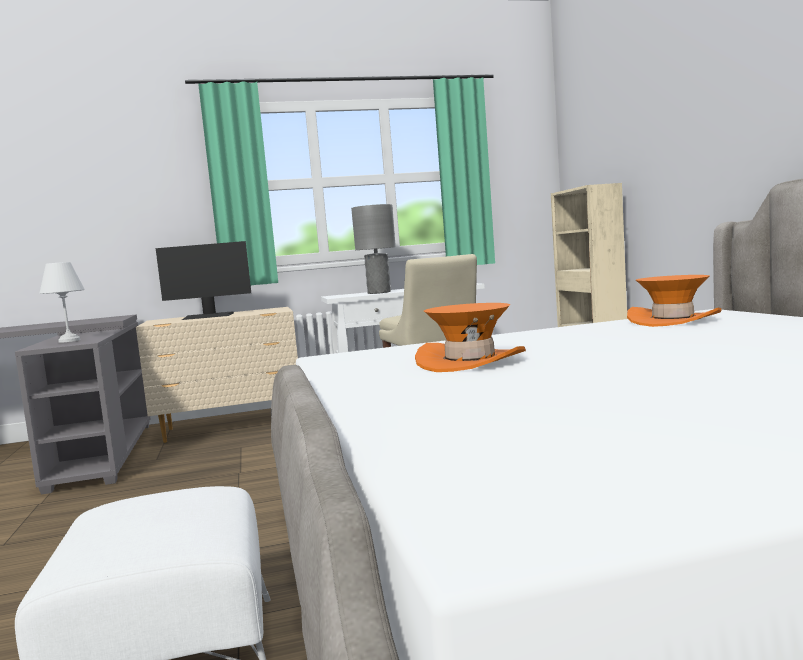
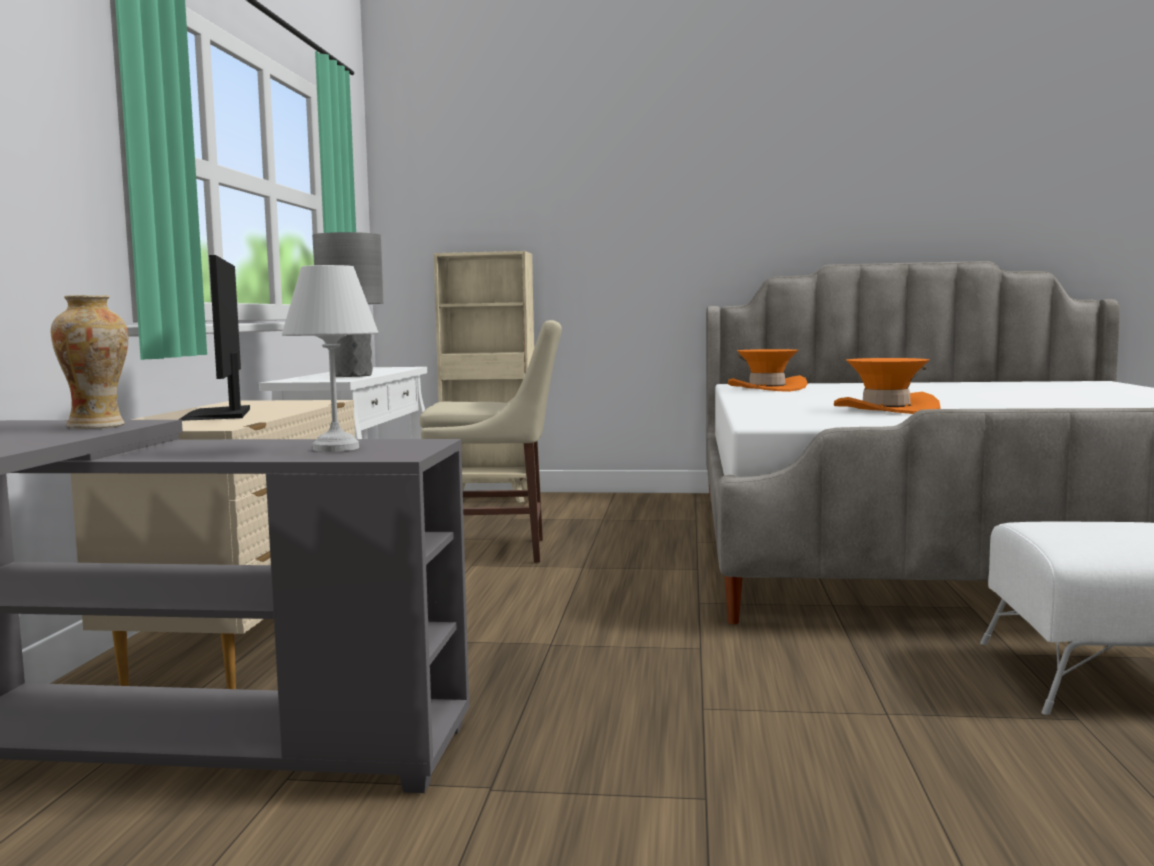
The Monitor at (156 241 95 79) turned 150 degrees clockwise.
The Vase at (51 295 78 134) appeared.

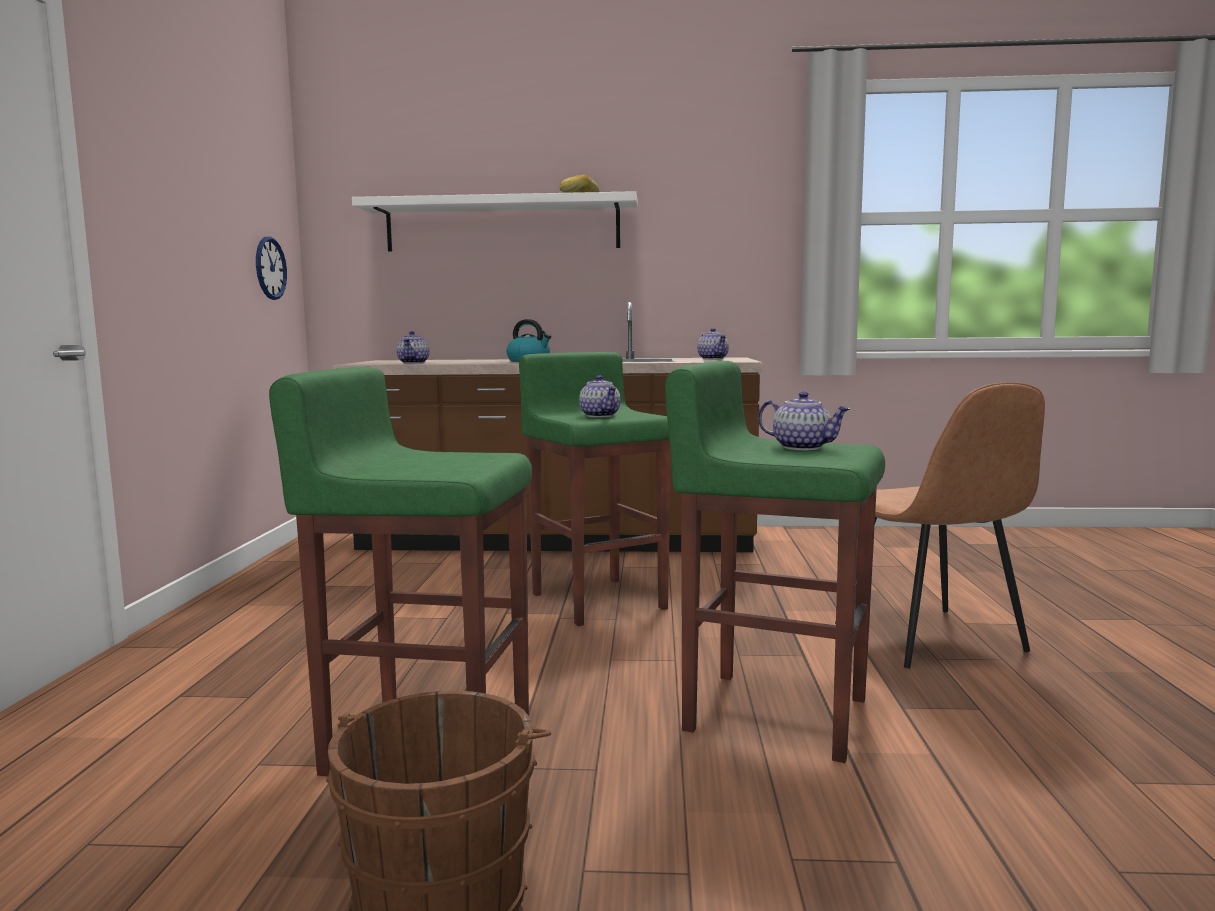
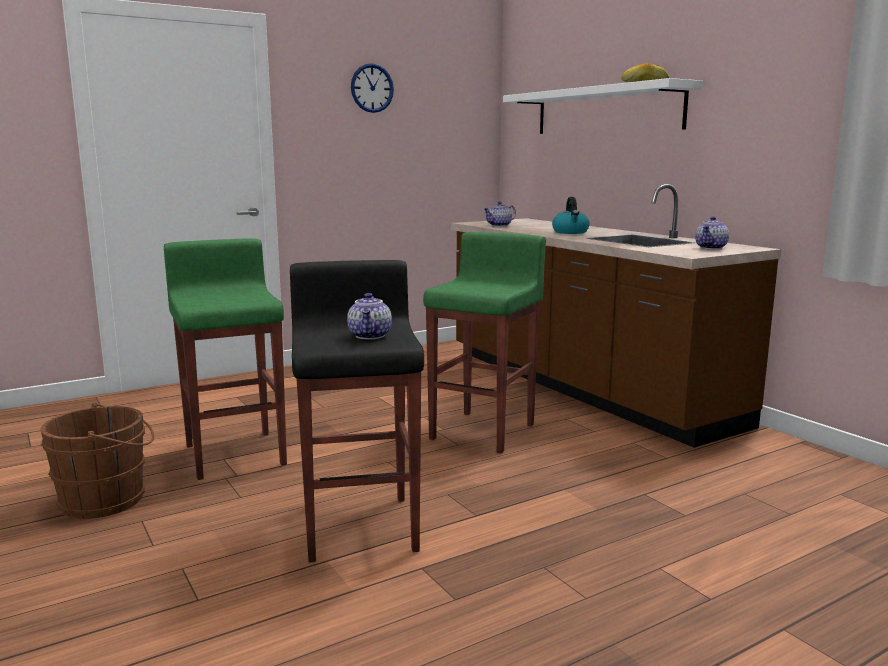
The WallClock moved from (256 236 31 64) to (351 63 43 50).
The GreenStool at (665 361 220 402) became the BlackStool at (290 260 134 303).
The Teapot at (579 375 42 42) disappeared.
The BrownChair at (835 382 210 286) disappeared.

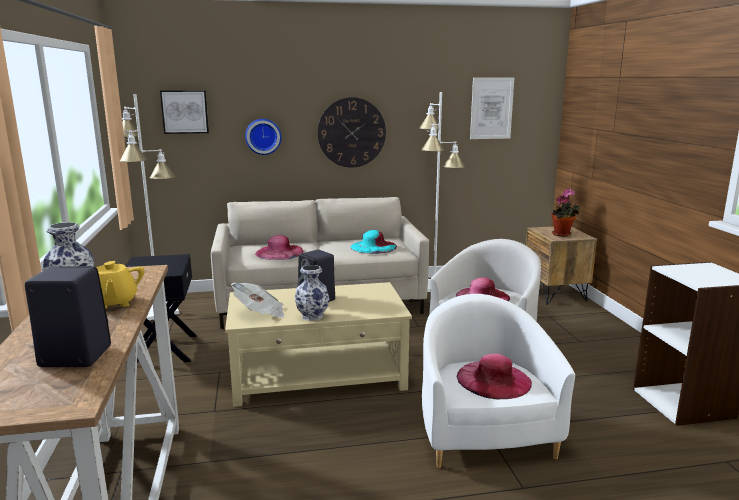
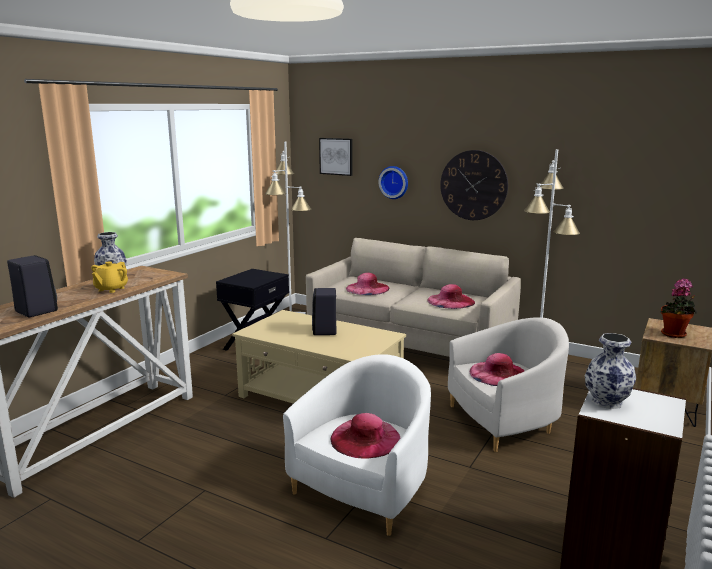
The Picture at (470 77 45 62) disappeared.
The TurquoiseHat at (351 230 46 24) became the PinkHat at (427 284 48 25).
The Vase moved from (295 265 34 56) to (585 333 51 76).
The Newspaper at (231 283 53 35) disappeared.

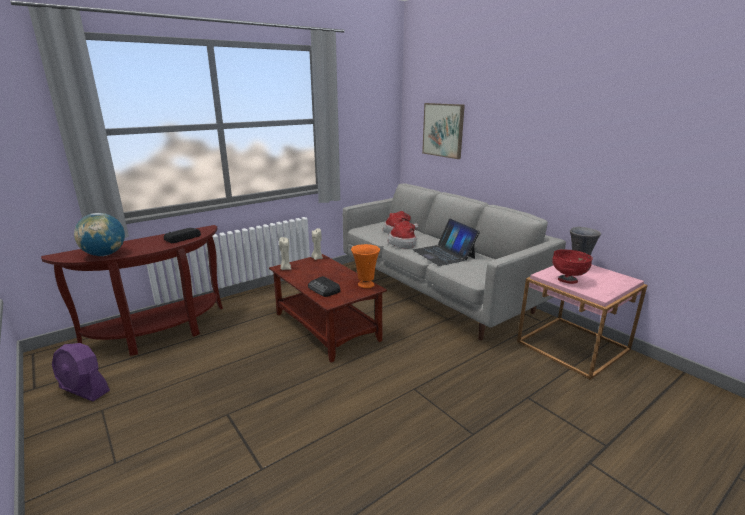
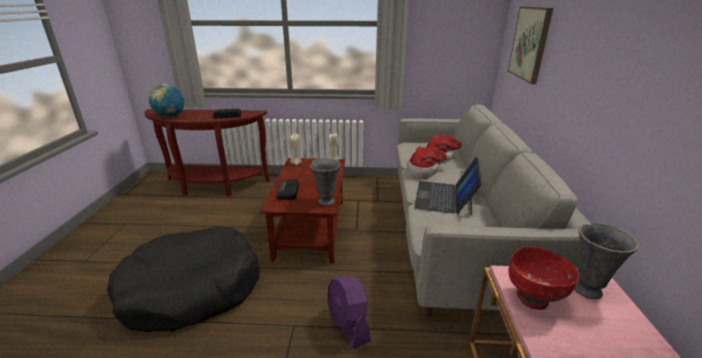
The OrangeVase at (351 244 29 44) became the GreyVase at (310 158 31 48).
The PurpleFan moved from (52 343 58 58) to (328 276 43 73).
The BlackDogBed at (107 226 153 106) appeared.

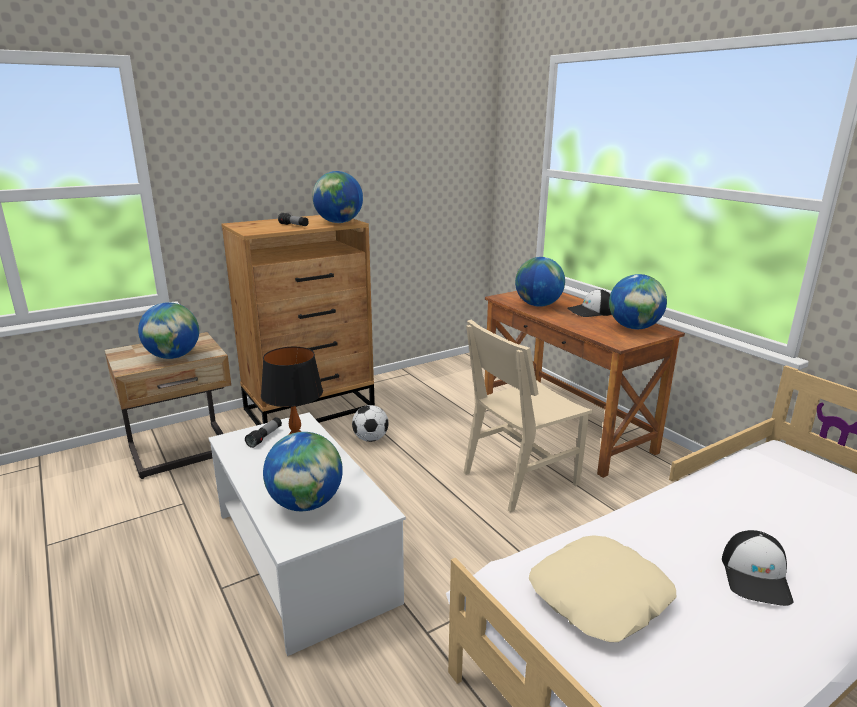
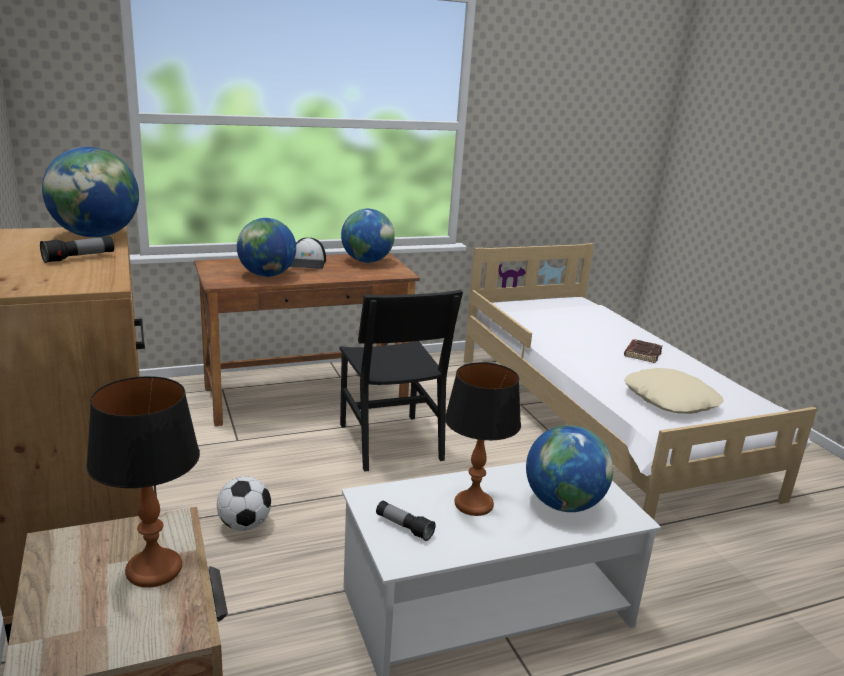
The Globe at (138 302 61 57) was replaced by the TableLamp at (86 376 114 212).
The BeigeChair at (464 320 129 193) became the BlackChair at (339 290 124 182).
The Cap at (722 530 72 76) was replaced by the BrownBook at (624 339 39 24).

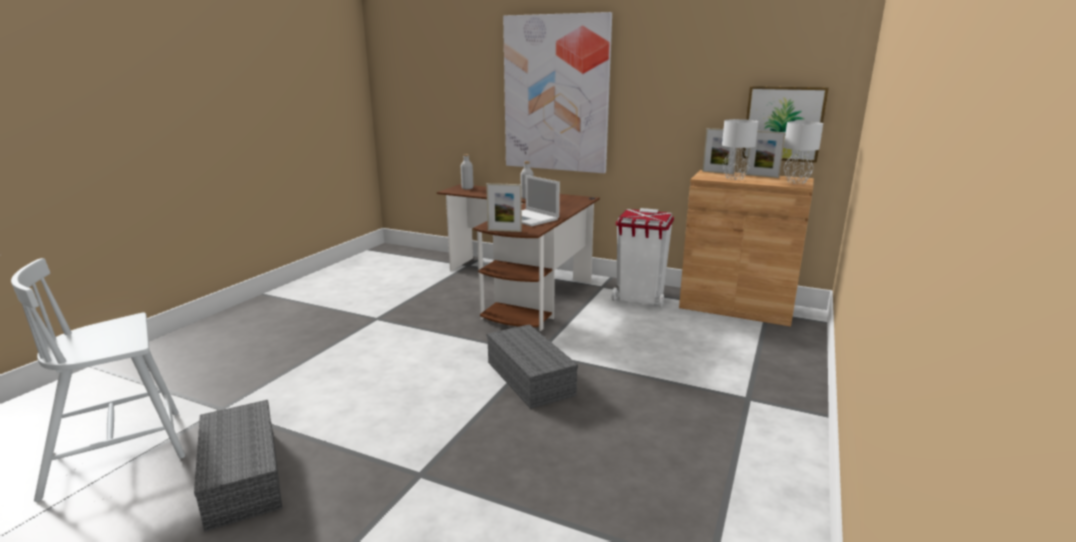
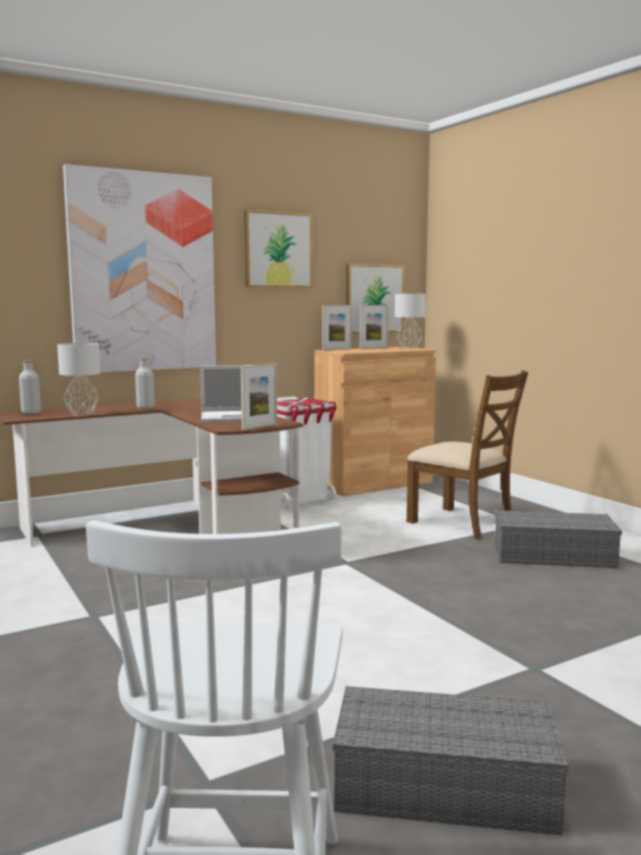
The GreyTableLamp moved from (722 119 37 61) to (57 343 44 72).
The GreyStorageBox moved from (487 324 91 85) to (495 510 127 58).
The Picture at (244 209 69 79) appeared.
The BrownChair at (407 370 121 170) appeared.

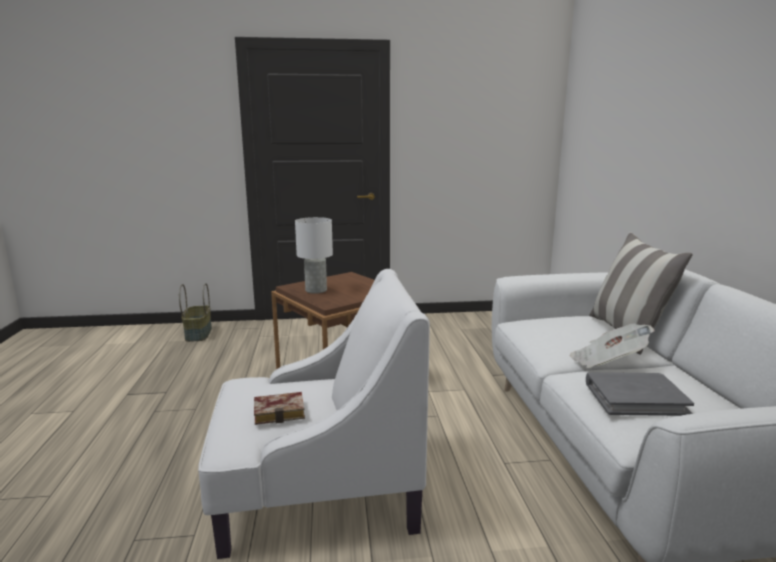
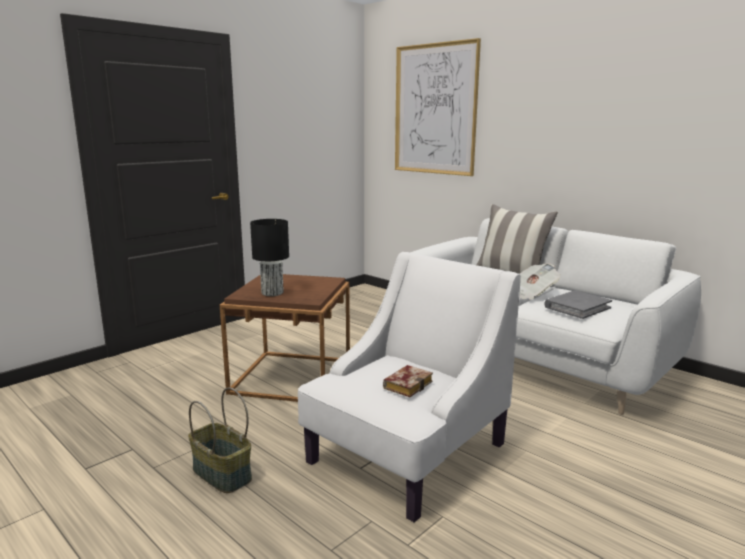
The WhiteTableLamp at (295 217 38 77) became the BlackTableLamp at (250 219 39 77).
The Basket moved from (179 283 33 59) to (188 387 64 106).
The Picture at (395 38 86 138) appeared.

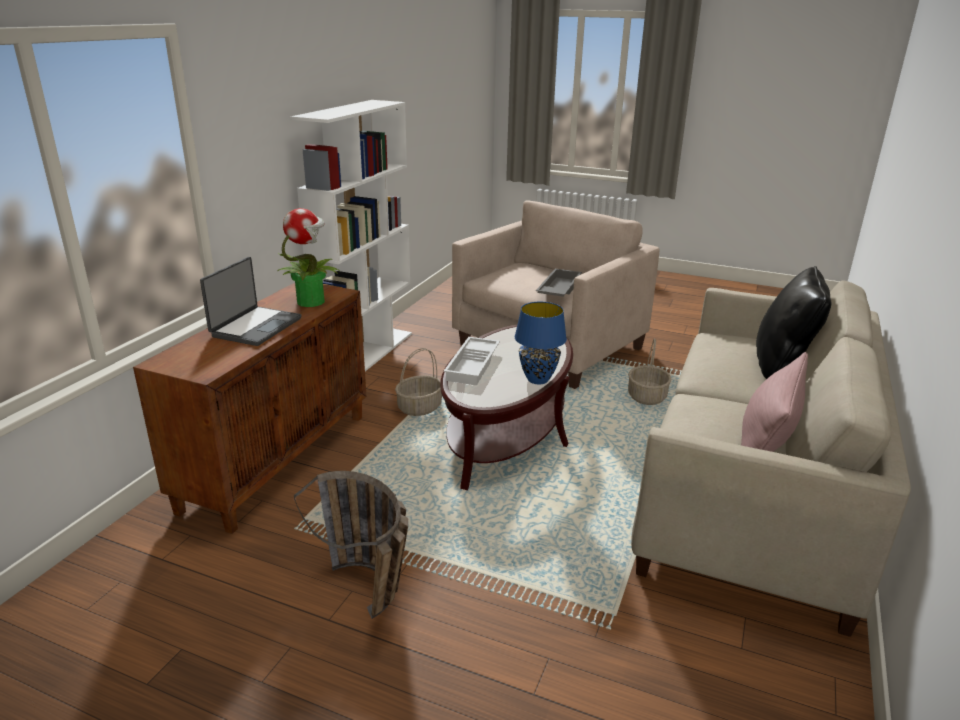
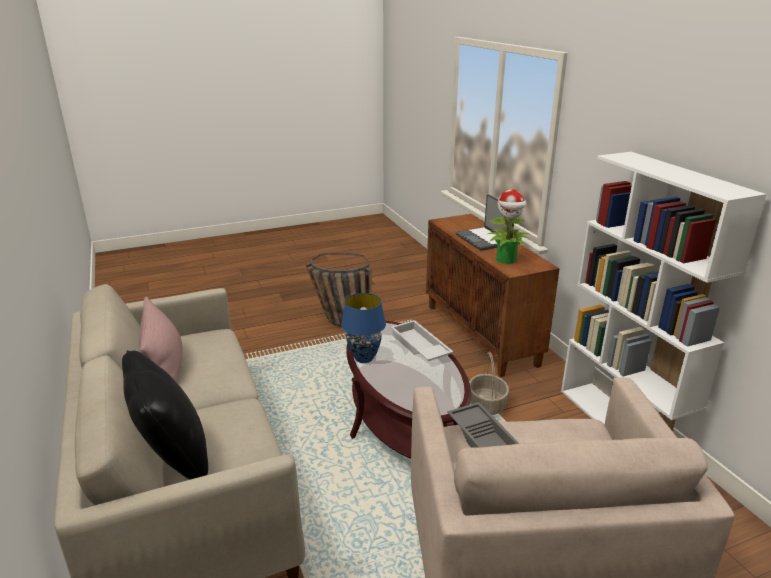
The Basket at (628 338 44 67) disappeared.

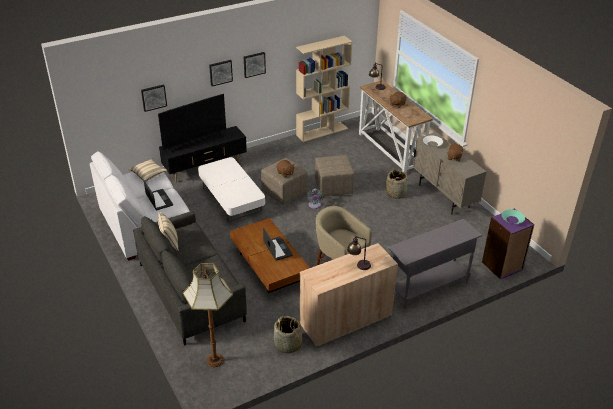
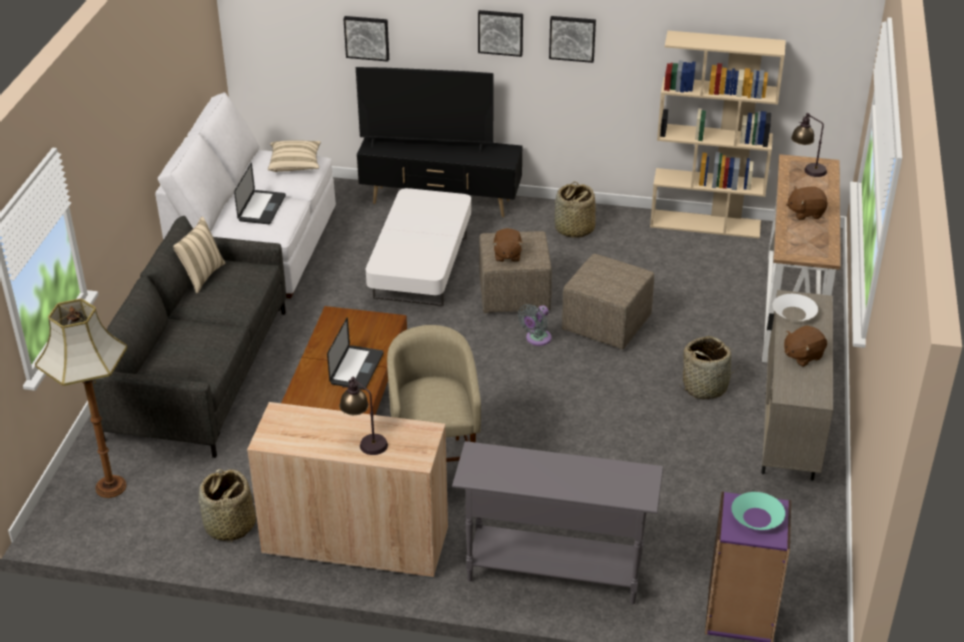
The Basket at (555 181 41 57) appeared.

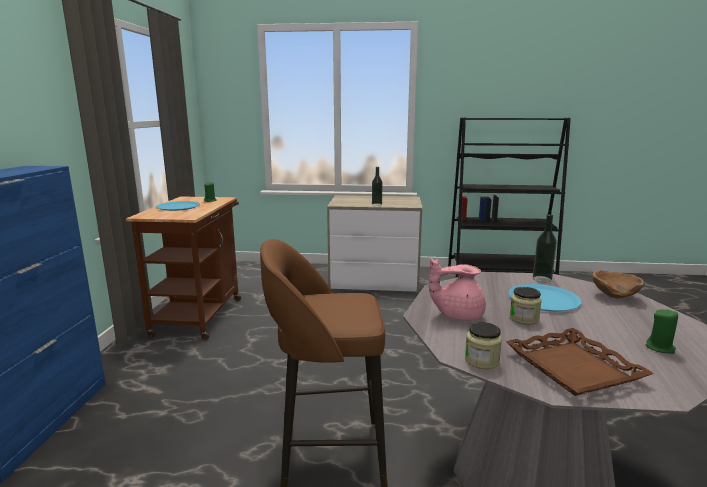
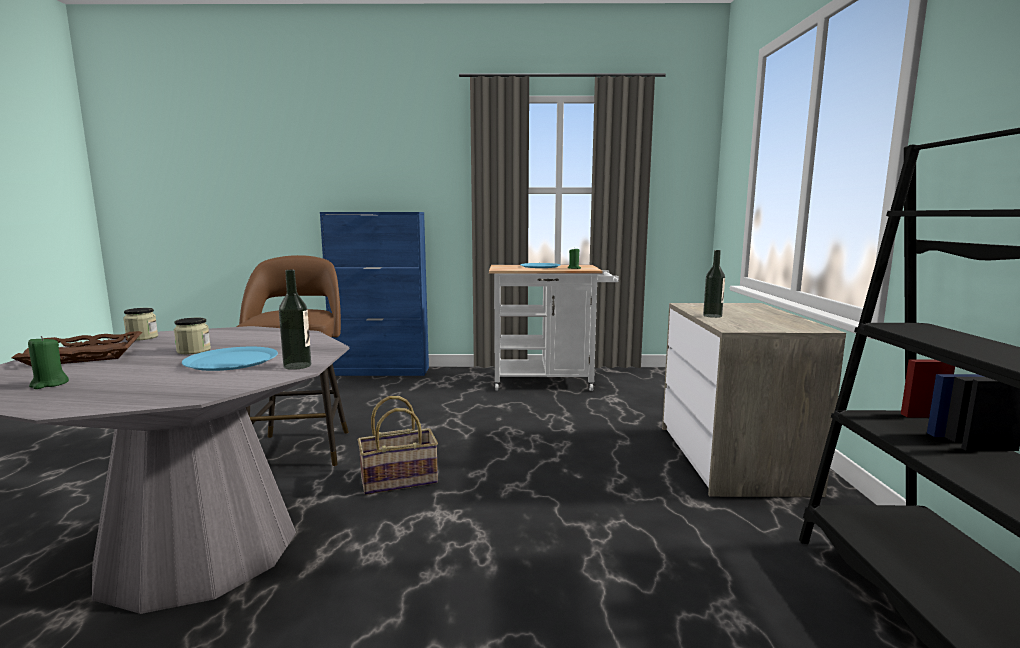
The BrownCart at (126 196 115 144) became the WhiteCart at (489 265 130 126).
The PinkTeapot at (429 258 57 63) disappeared.
The BrownBowl at (592 270 52 28) disappeared.
The Basket at (358 396 80 99) appeared.

